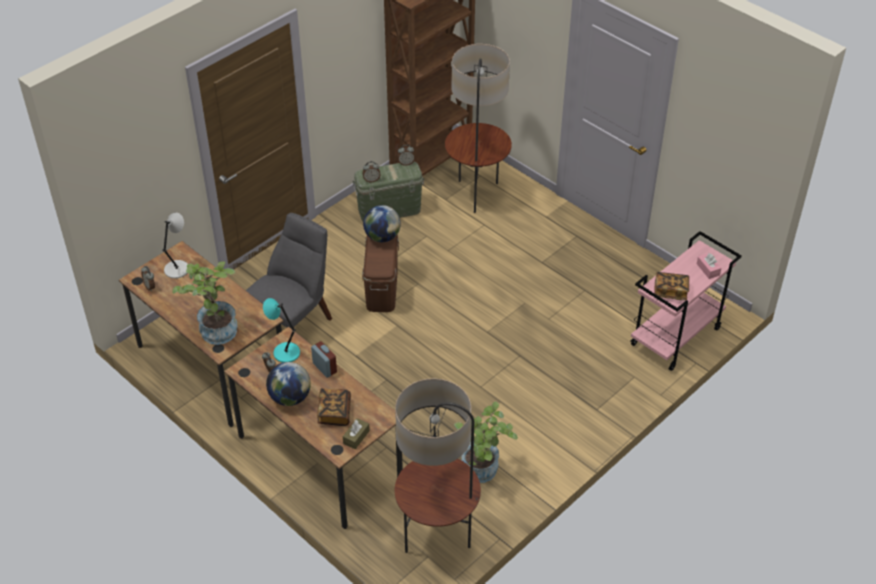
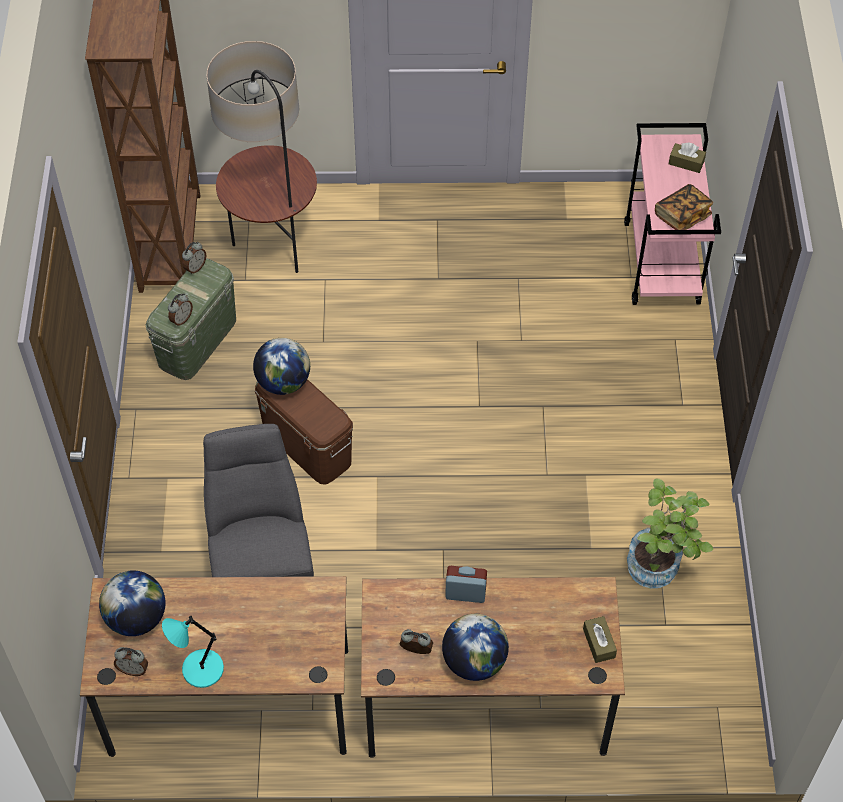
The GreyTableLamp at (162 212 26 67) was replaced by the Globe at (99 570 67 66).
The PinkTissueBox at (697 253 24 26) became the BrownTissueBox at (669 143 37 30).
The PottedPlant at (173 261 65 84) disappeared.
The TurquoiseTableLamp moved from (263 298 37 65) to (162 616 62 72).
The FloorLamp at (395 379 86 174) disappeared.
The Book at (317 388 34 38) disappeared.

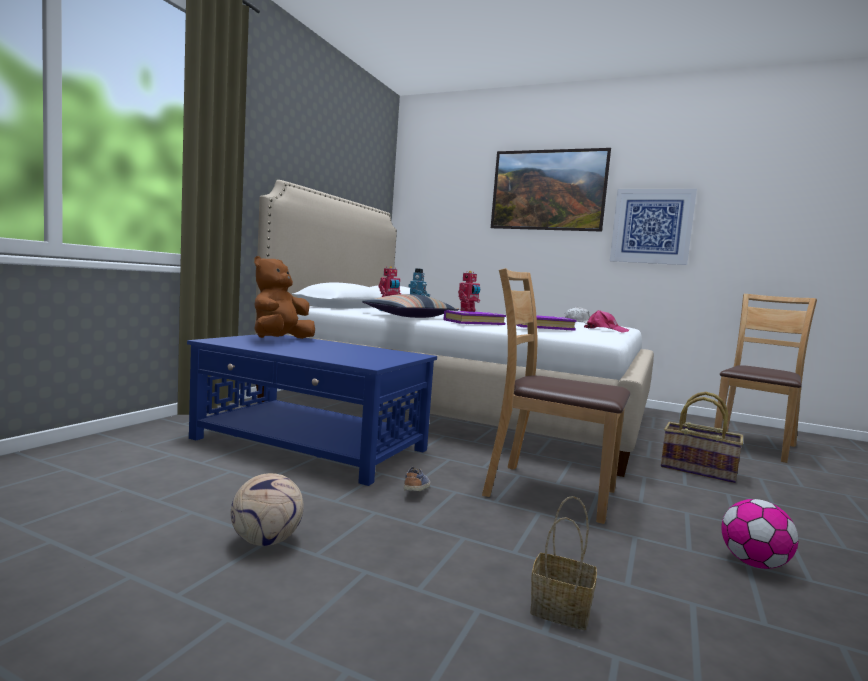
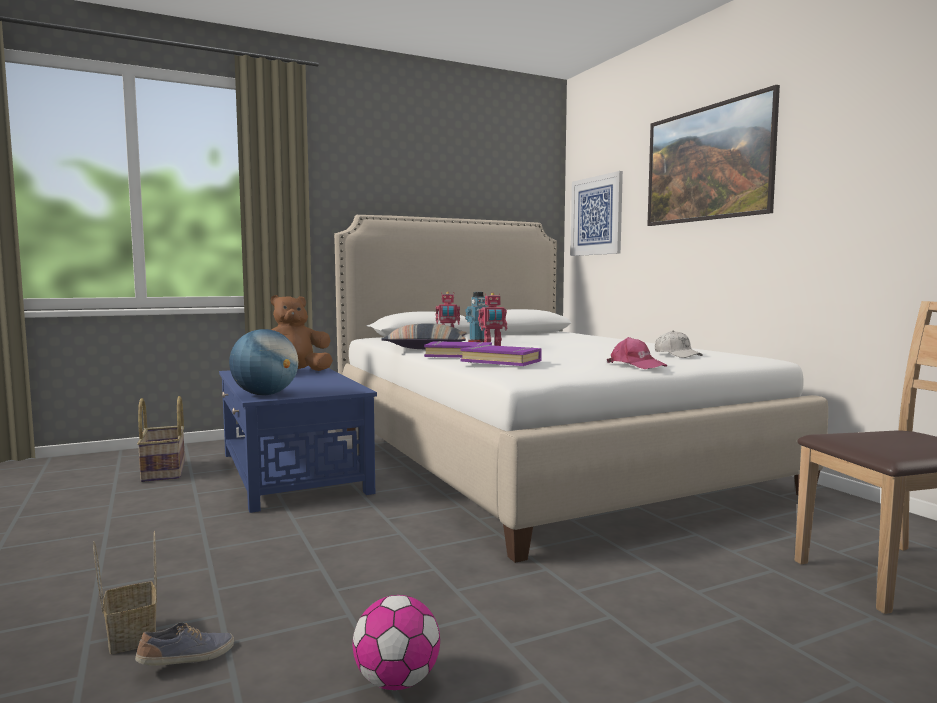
The Picture moved from (610 189 87 76) to (571 171 52 85).
The BrownChair at (482 268 148 256) disappeared.
The Basket moved from (661 392 82 91) to (137 396 48 86).
The Shoe moved from (404 467 26 24) to (135 622 99 44).
The Football at (230 473 74 73) disappeared.
The Globe at (229 329 69 66) appeared.

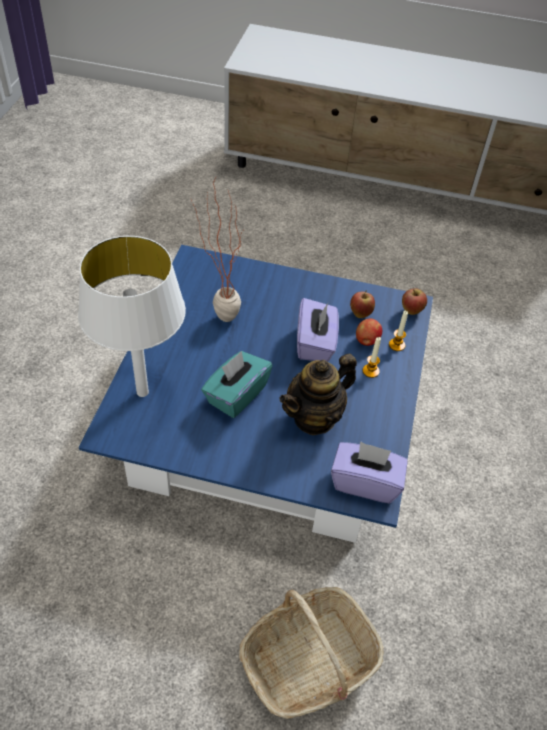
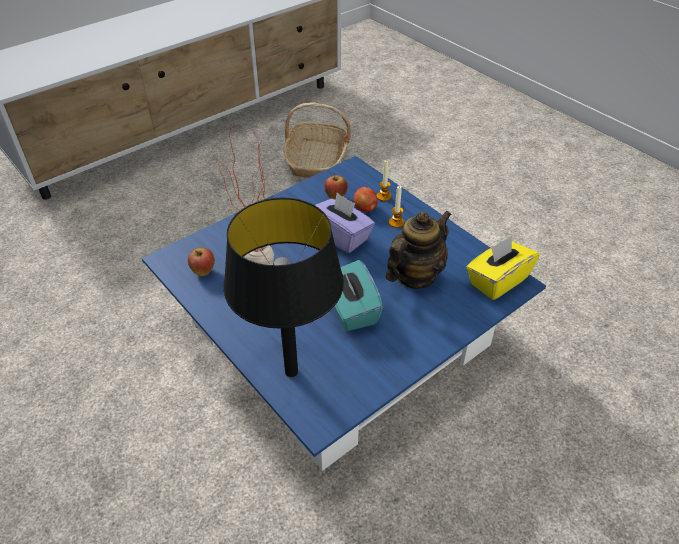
The WhiteTableLamp at (78 236 108 161) became the BlackTableLamp at (223 198 121 179).
The Apple moved from (402 288 25 27) to (188 248 27 28).
The Teapot at (279 354 78 81) turned 135 degrees counterclockwise.
The PurpleTissueBox at (331 441 77 62) became the YellowTissueBox at (467 236 72 64).
The Basket moved from (239 587 145 132) to (283 103 68 75).

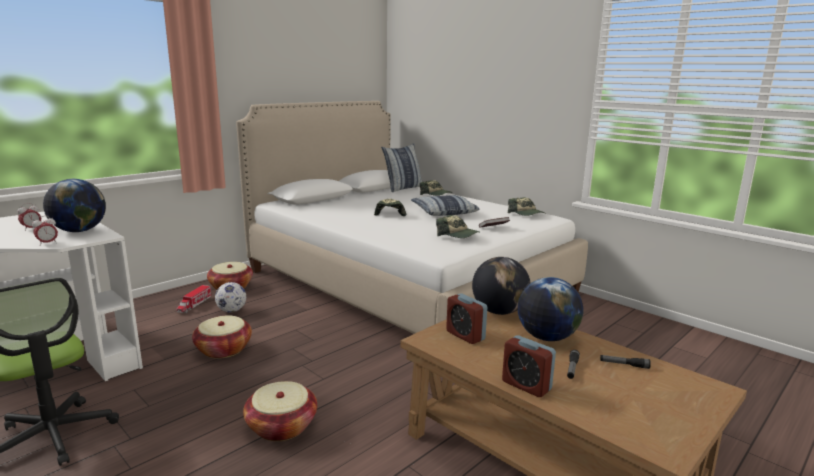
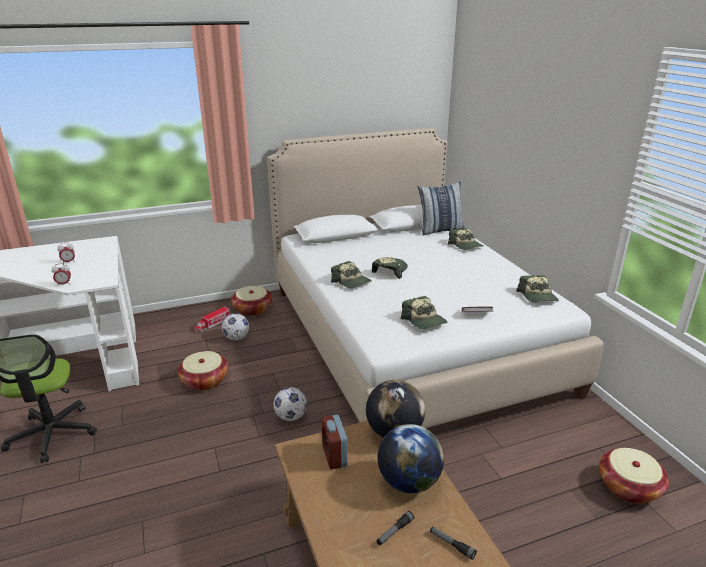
The Globe at (43 179 63 53) disappeared.
The Pillow at (411 195 68 21) disappeared.
The AlarmClock at (502 335 54 62) disappeared.
The Basket moved from (243 381 74 60) to (599 448 70 56).
The Cap at (331 261 41 27) appeared.
The Football at (274 387 33 34) appeared.

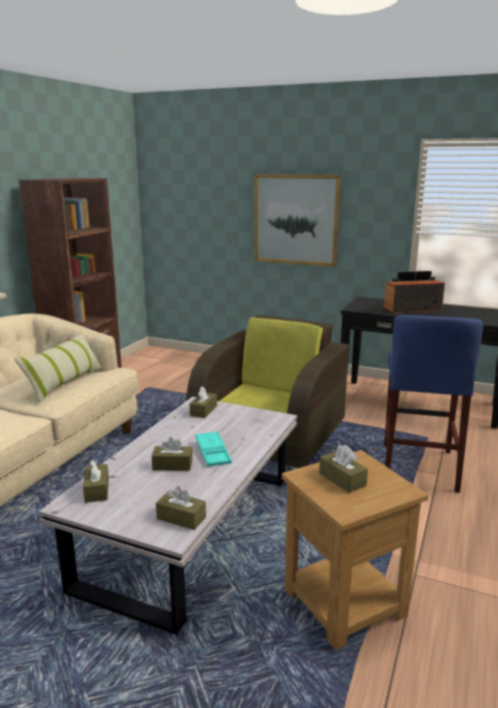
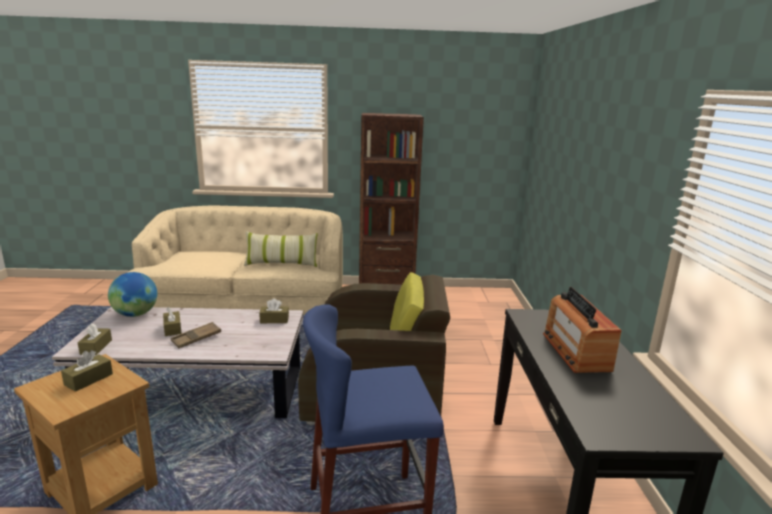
The Picture at (254 174 87 93) disappeared.
The Radio at (384 271 61 43) turned 150 degrees counterclockwise.
The TurquoiseTray at (195 431 37 36) became the BrownTray at (171 322 50 26).
The BrownTissueBox at (83 460 26 43) was replaced by the Globe at (108 272 49 45).

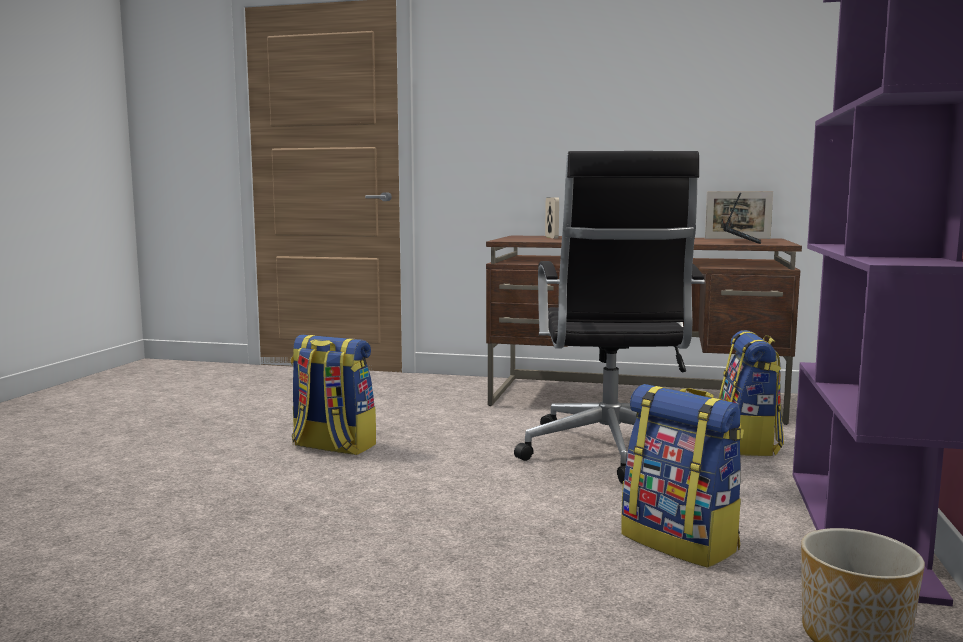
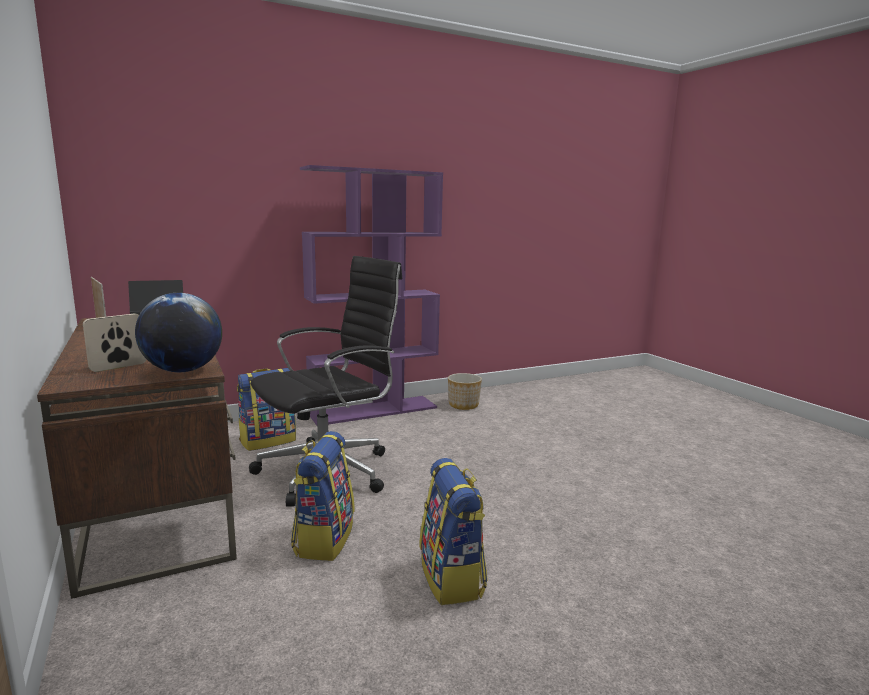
The Backpack moved from (621 384 123 184) to (291 431 63 130).
The Globe at (135 293 87 79) appeared.

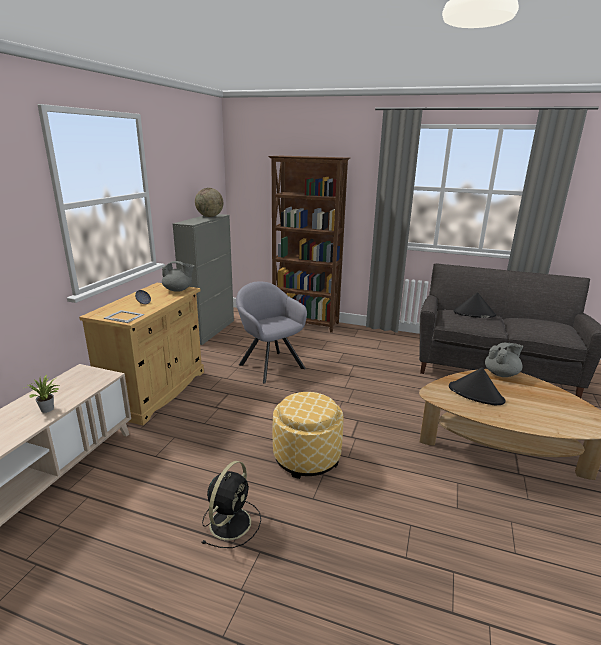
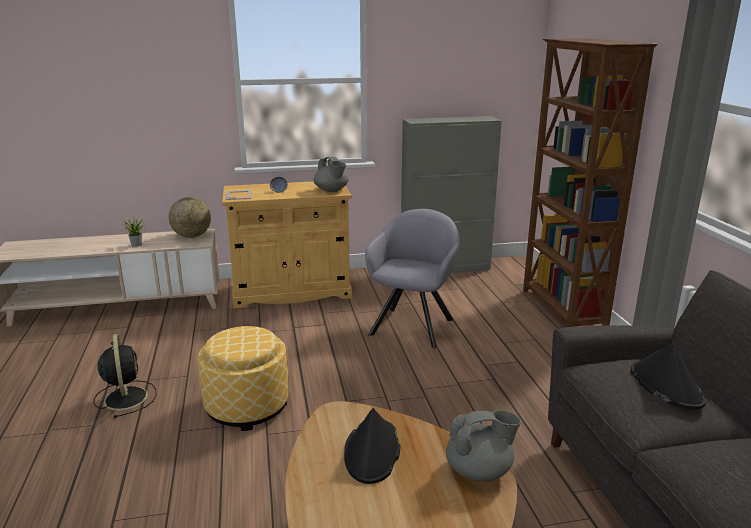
The Globe moved from (195 188 29 29) to (169 197 42 41).
The GreyTeapot at (485 343 38 34) turned 45 degrees counterclockwise.
The BlackFan at (202 461 59 87) turned 105 degrees counterclockwise.

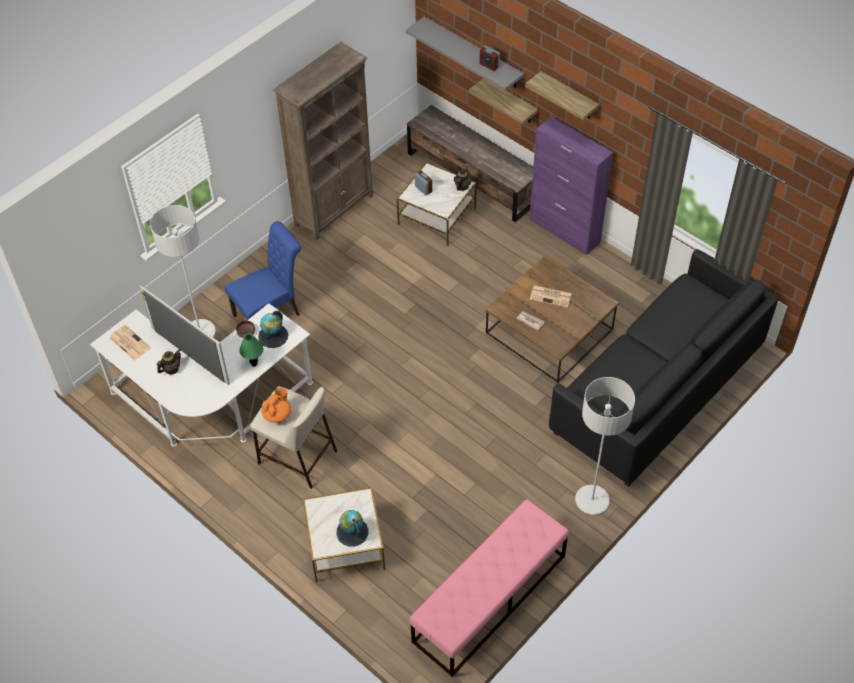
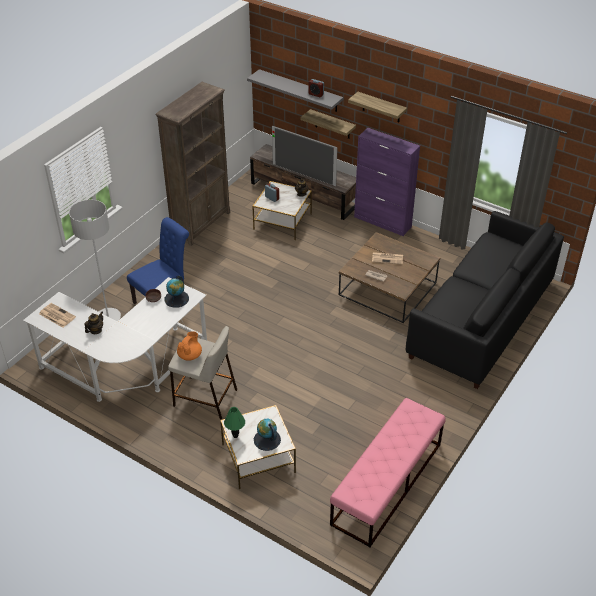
The Television moved from (140 286 90 99) to (272 126 66 60).
The GreenTableLamp moved from (239 333 25 34) to (224 407 21 31).
The GreyFloorLamp at (575 377 60 138) disappeared.

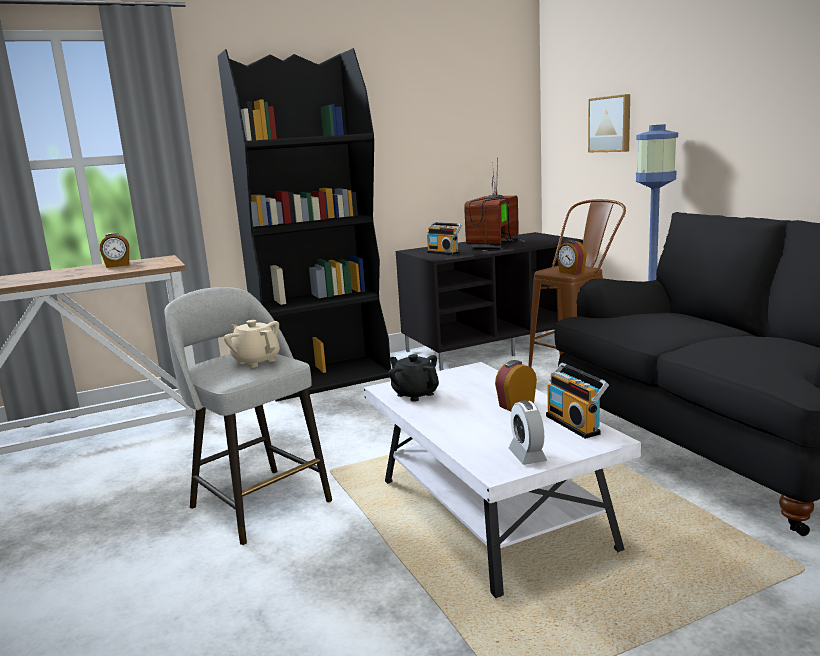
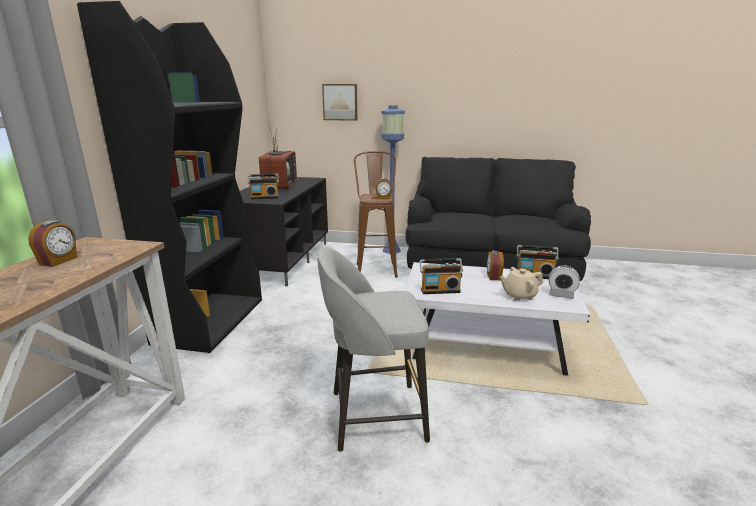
The Television at (464 158 60 93) turned 150 degrees counterclockwise.
The BeigeTeapot moved from (224 320 56 48) to (500 267 43 34).
The BlackTeapot at (388 354 51 48) was replaced by the Radio at (420 258 43 36).

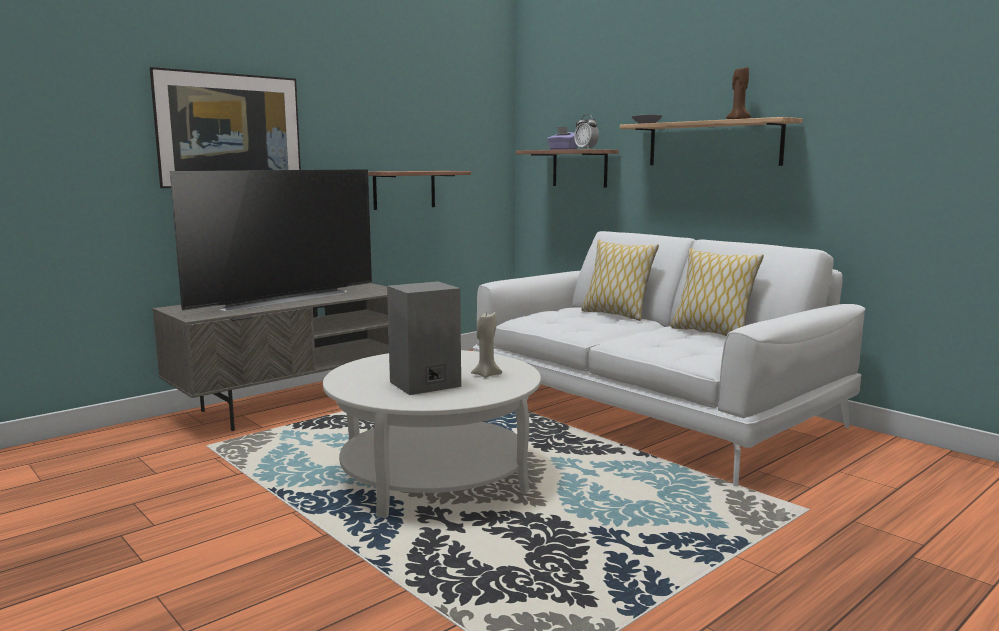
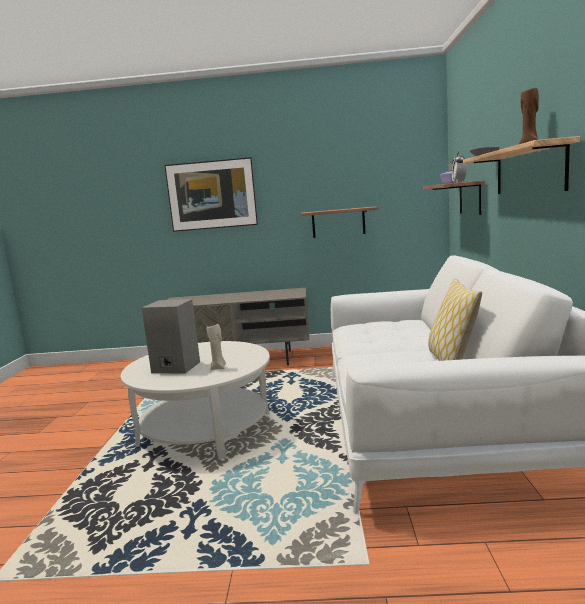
The Television at (170 169 202 142) disappeared.
The Pillow at (581 240 78 81) disappeared.

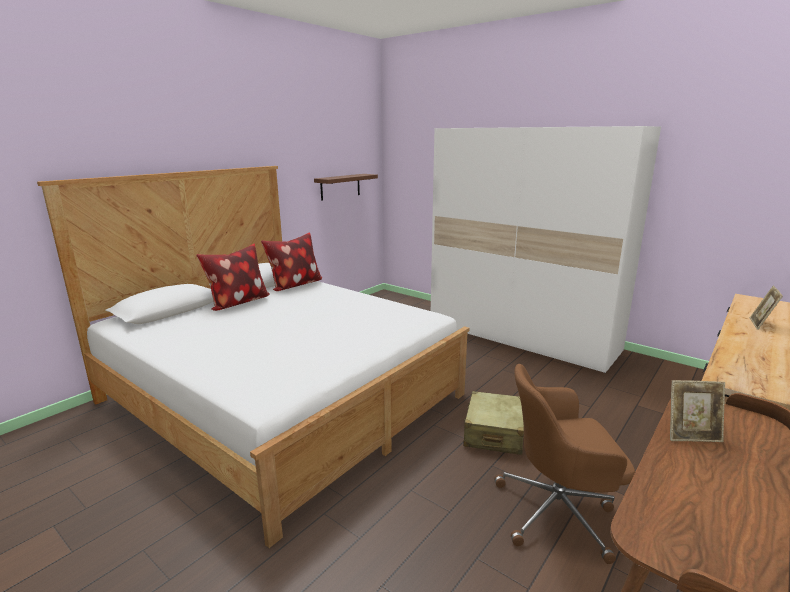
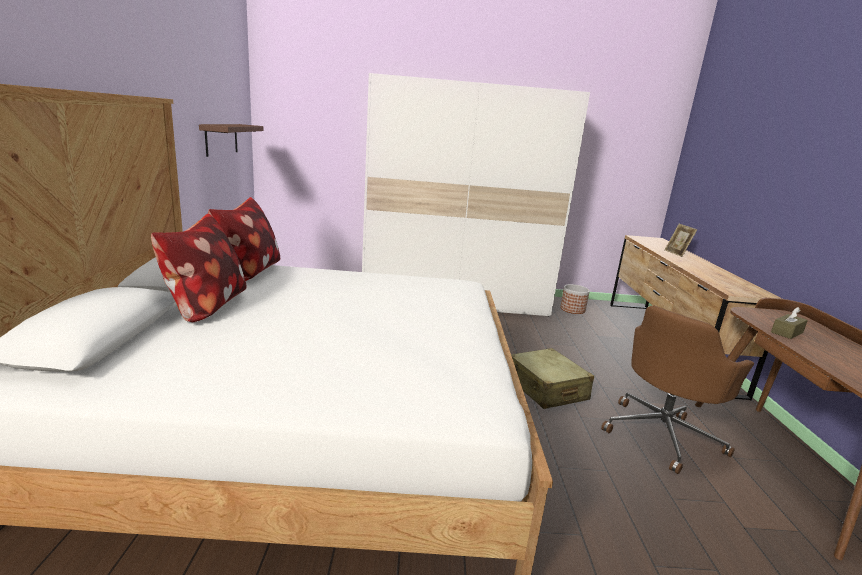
The PictureFrame at (670 380 55 62) was replaced by the BrownTissueBox at (771 307 37 32).
The Planter at (560 284 30 30) appeared.

